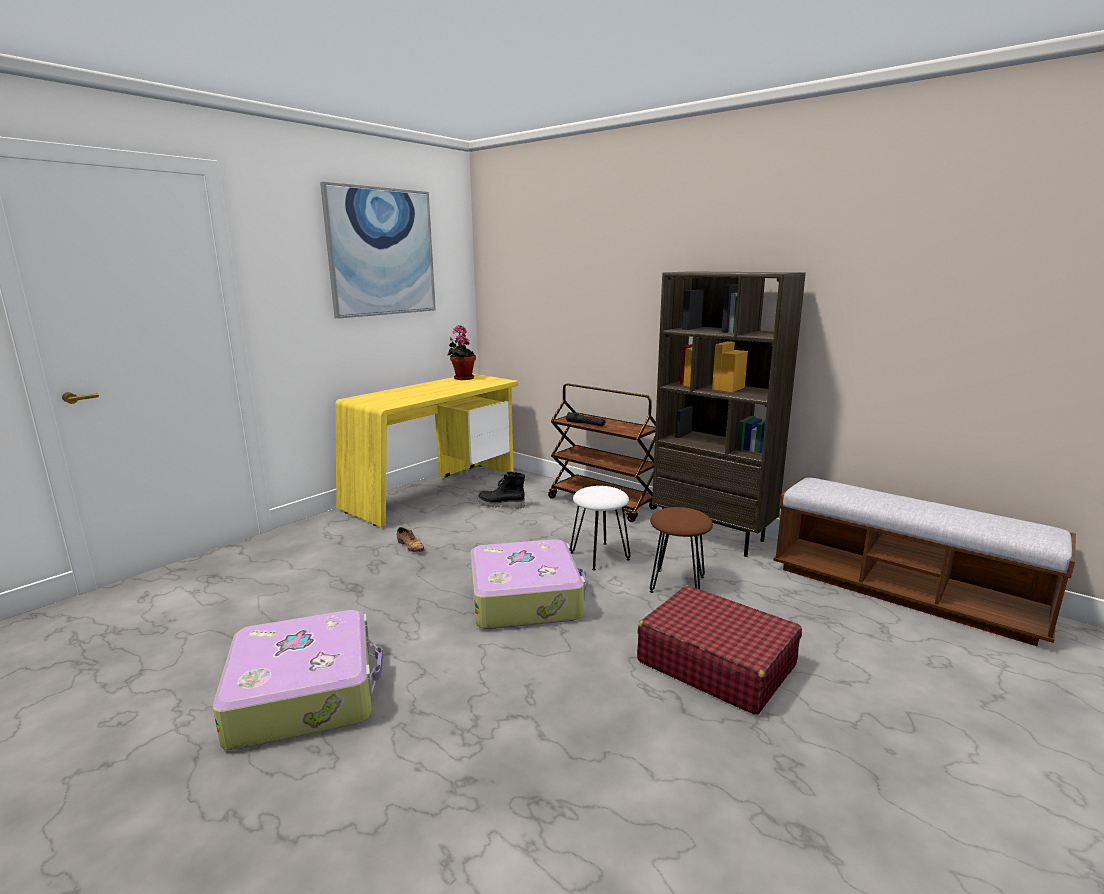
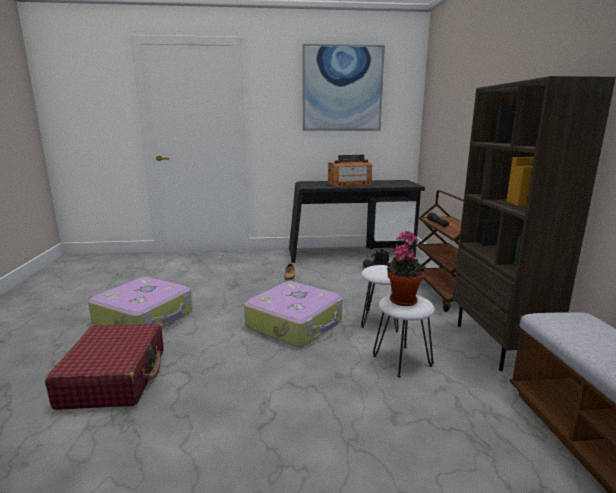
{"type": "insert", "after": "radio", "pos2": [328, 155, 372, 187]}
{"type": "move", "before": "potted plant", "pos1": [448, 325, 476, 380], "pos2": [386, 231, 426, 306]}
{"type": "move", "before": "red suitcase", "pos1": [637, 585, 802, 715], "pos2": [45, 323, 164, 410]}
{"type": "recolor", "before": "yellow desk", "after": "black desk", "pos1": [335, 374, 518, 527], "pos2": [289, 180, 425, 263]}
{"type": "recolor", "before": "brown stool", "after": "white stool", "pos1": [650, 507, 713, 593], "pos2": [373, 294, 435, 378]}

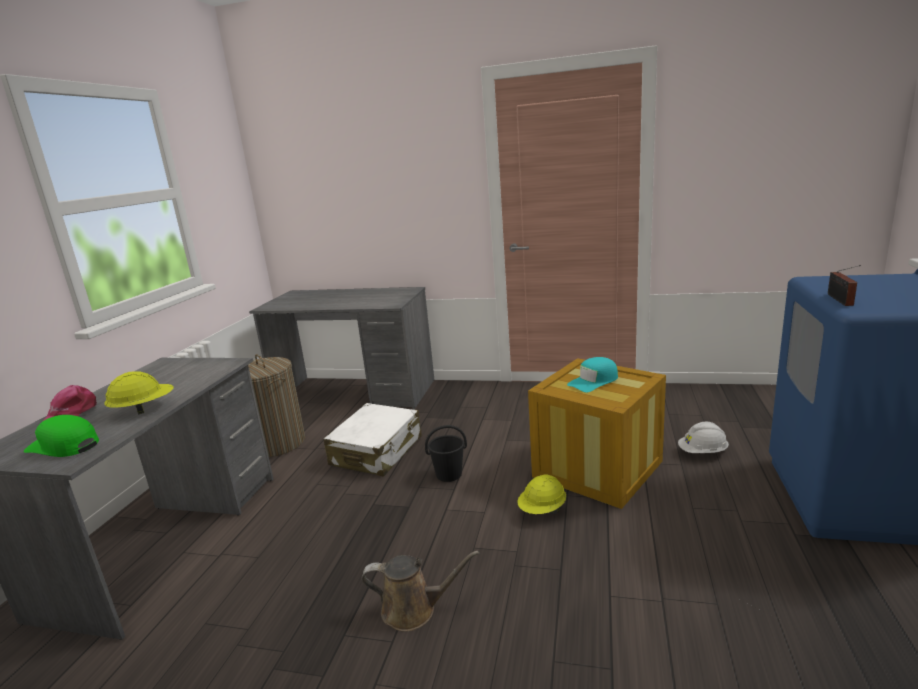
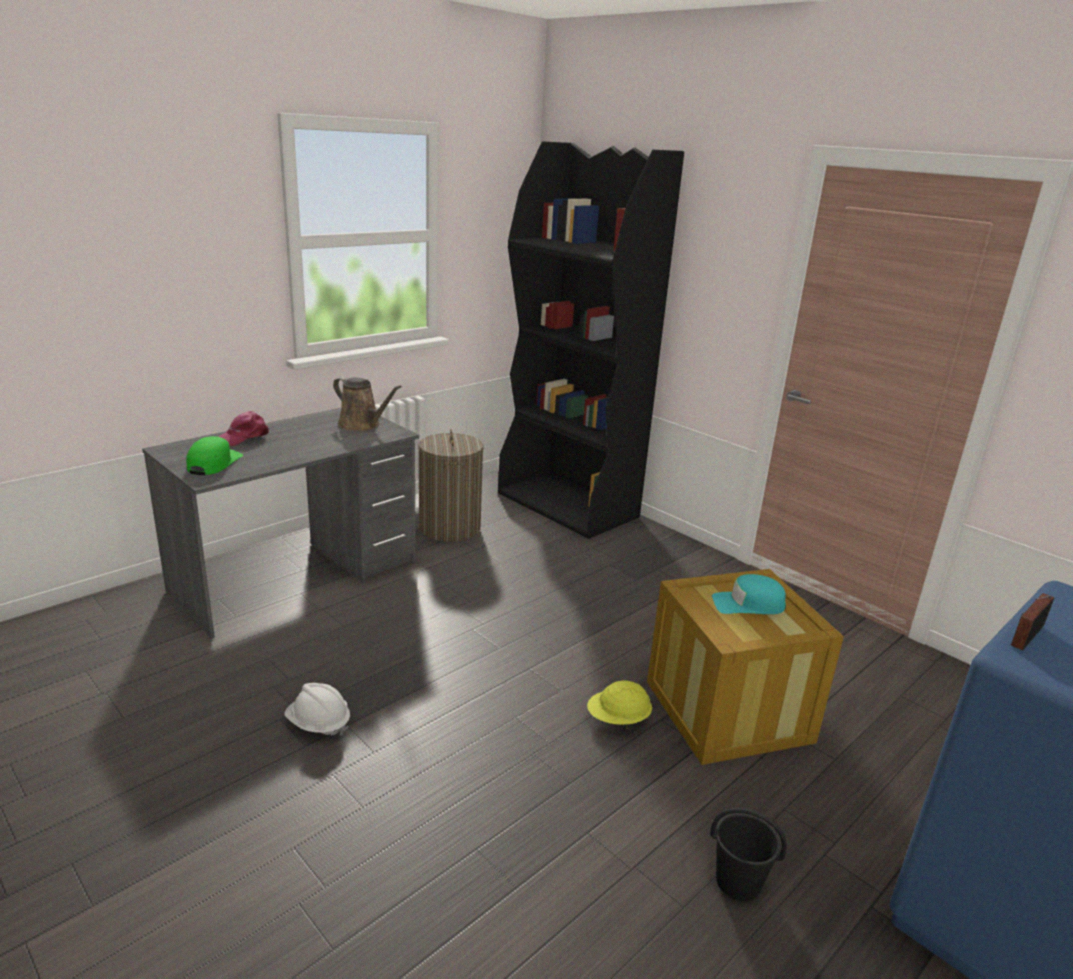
{"type": "delete", "before": "yellow hard hat", "pos1": [104, 371, 174, 415]}
{"type": "delete", "before": "white suitcase", "pos1": [324, 403, 422, 476]}
{"type": "move", "before": "brown watering can", "pos1": [361, 551, 479, 632], "pos2": [333, 377, 402, 431]}
{"type": "move", "before": "black bucket", "pos1": [425, 425, 467, 482], "pos2": [710, 808, 787, 901]}
{"type": "move", "before": "white hard hat", "pos1": [678, 422, 729, 453], "pos2": [285, 683, 350, 735]}
{"type": "replace", "before": "grey desk", "after": "black bookcase", "pos1": [249, 287, 434, 409], "pos2": [498, 141, 684, 539]}
{"type": "rotate", "before": "green cap", "pos1": [23, 415, 99, 457], "pos2": [186, 436, 243, 475], "turn": 45}

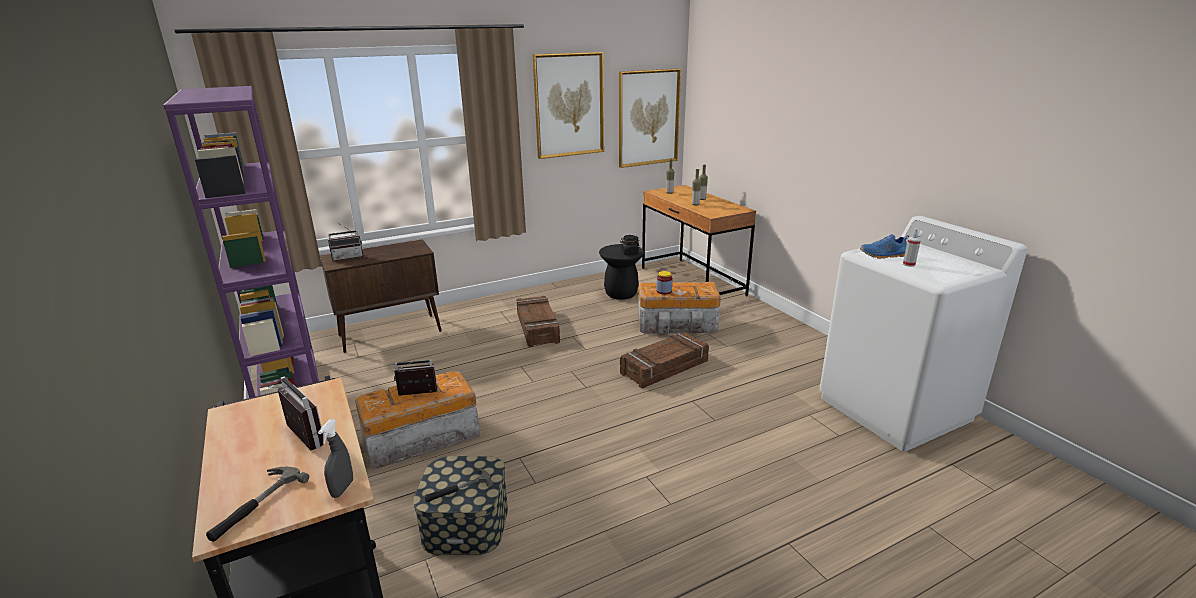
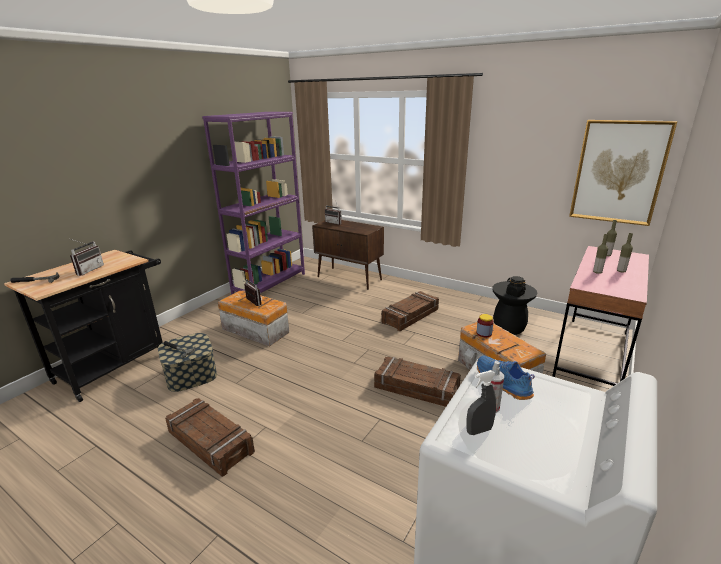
{"type": "delete", "before": "picture", "pos1": [532, 52, 604, 159]}
{"type": "insert", "after": "crate", "pos2": [165, 398, 255, 477]}
{"type": "move", "before": "grey spray bottle", "pos1": [318, 419, 353, 498], "pos2": [467, 370, 496, 435]}
{"type": "recolor", "before": "brown desk", "after": "pink desk", "pos1": [642, 185, 756, 296], "pos2": [552, 246, 649, 386]}

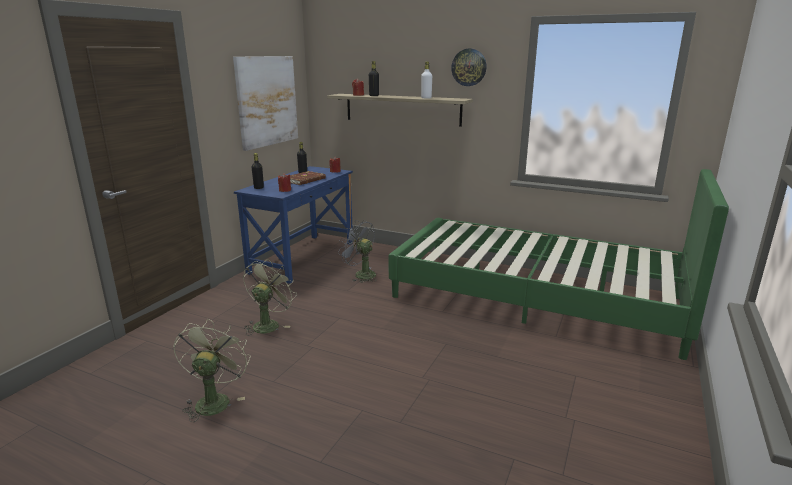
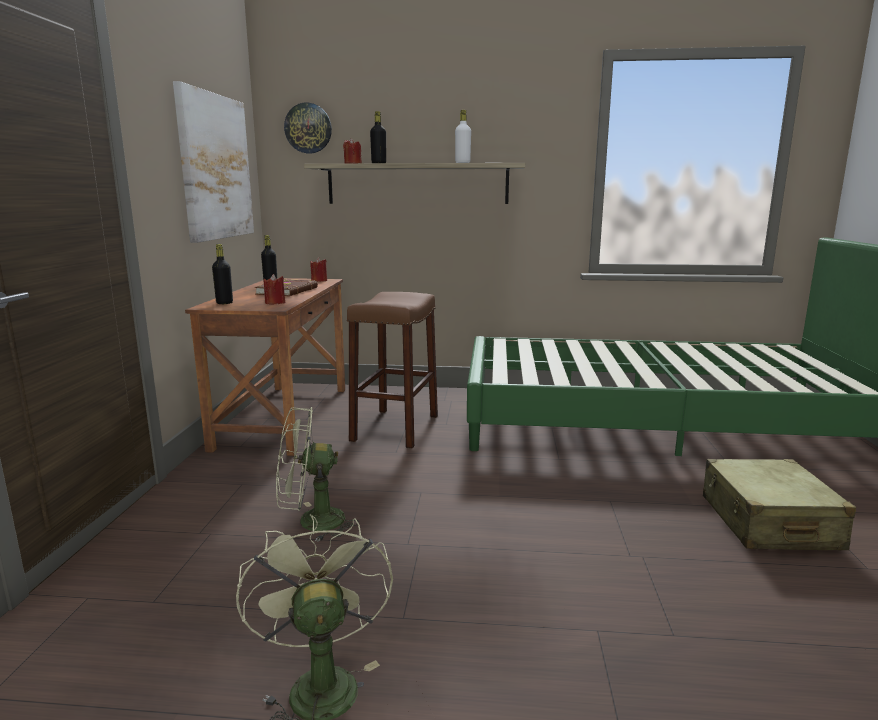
{"type": "insert", "after": "beige suitcase", "pos2": [703, 459, 856, 550]}
{"type": "move", "before": "wall clock", "pos1": [451, 49, 487, 86], "pos2": [284, 103, 332, 154]}
{"type": "replace", "before": "grey fan", "after": "brown stool", "pos1": [338, 220, 376, 283], "pos2": [347, 292, 438, 448]}
{"type": "recolor", "before": "blue desk", "after": "brown desk", "pos1": [234, 166, 353, 284], "pos2": [185, 278, 345, 456]}
{"type": "rotate", "before": "green fan", "pos1": [243, 259, 297, 336], "pos2": [276, 407, 359, 542], "turn": -105}

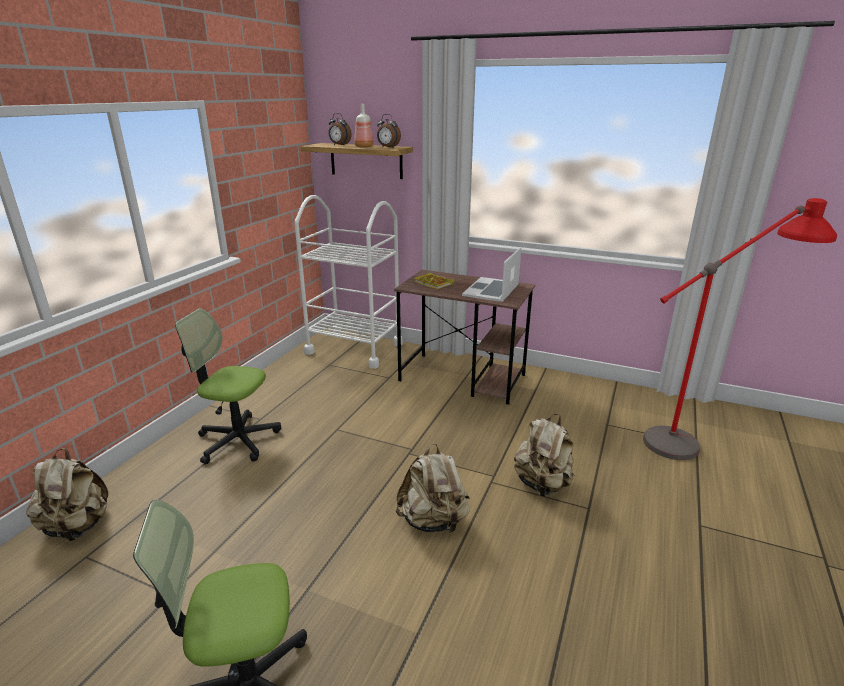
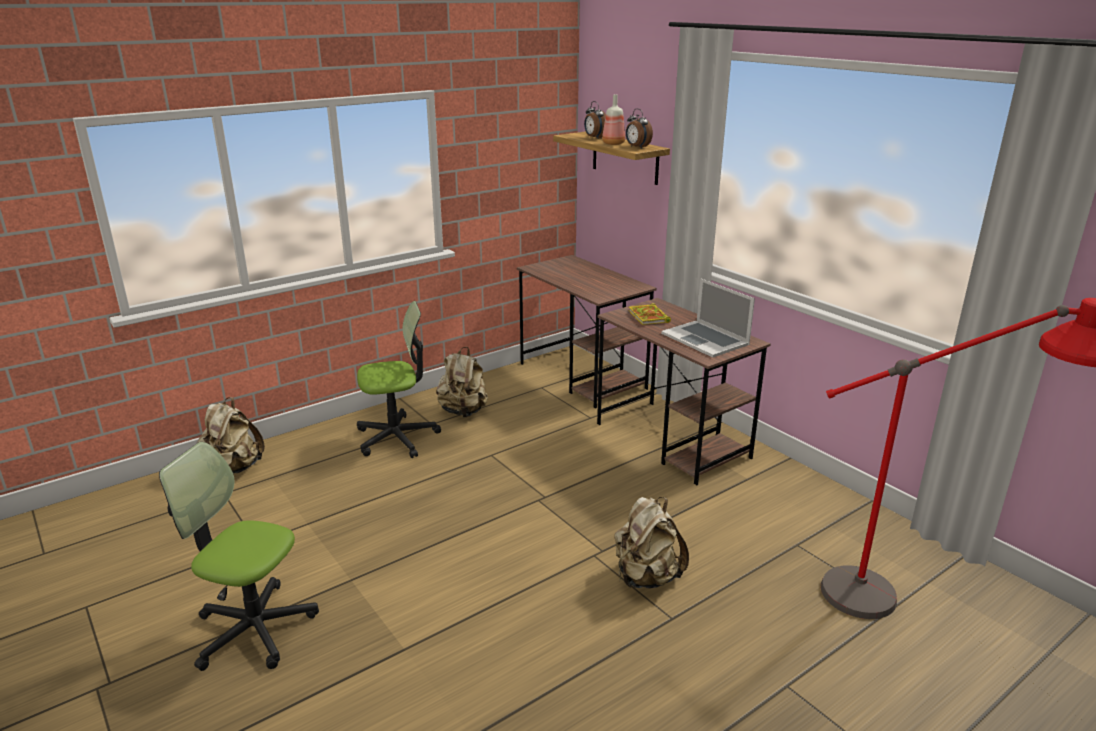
{"type": "move", "before": "beige backpack", "pos1": [396, 443, 470, 533], "pos2": [436, 346, 488, 418]}
{"type": "replace", "before": "white cart", "after": "brown desk", "pos1": [294, 195, 403, 369], "pos2": [517, 255, 657, 409]}
{"type": "rotate", "before": "office chair", "pos1": [175, 308, 281, 464], "pos2": [357, 301, 441, 458], "turn": 120}
{"type": "rotate", "before": "laptop", "pos1": [462, 247, 521, 302], "pos2": [661, 278, 755, 357], "turn": -90}

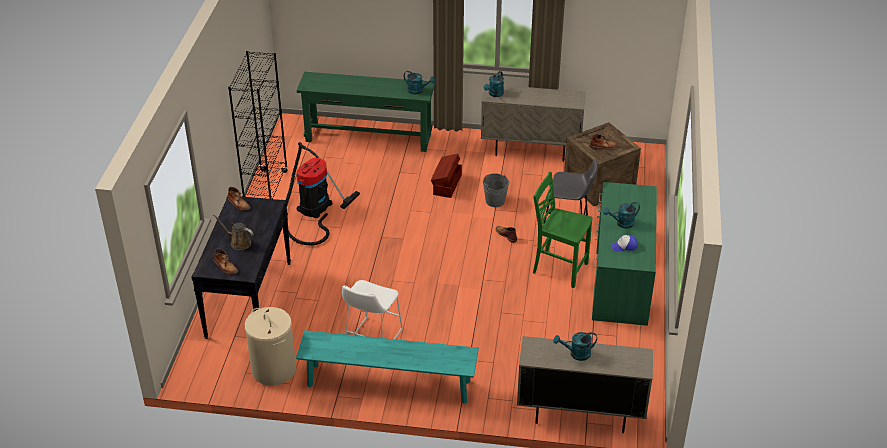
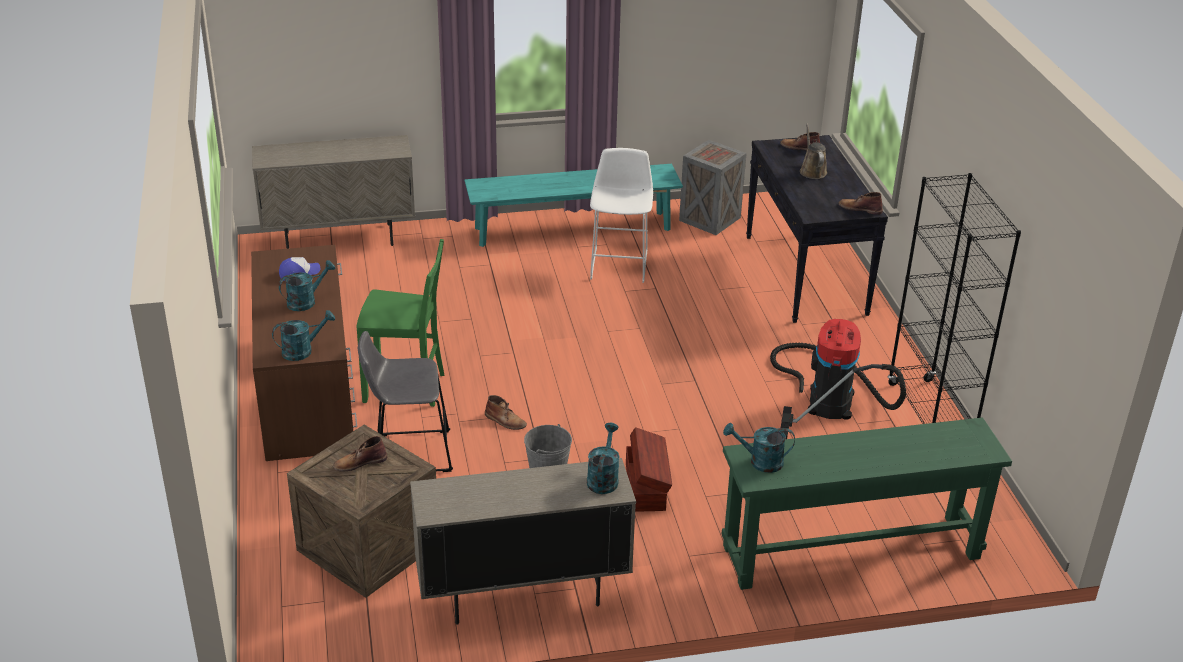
{"type": "move", "before": "turquoise watering can", "pos1": [553, 332, 597, 361], "pos2": [272, 310, 335, 361]}
{"type": "replace", "before": "beige laundry basket", "after": "crate", "pos1": [244, 307, 296, 386], "pos2": [679, 140, 747, 235]}
{"type": "recolor", "before": "green desk", "after": "brown desk", "pos1": [592, 182, 657, 326], "pos2": [251, 245, 357, 461]}
{"type": "rotate", "before": "brown watering can", "pos1": [213, 215, 253, 250], "pos2": [800, 123, 827, 179], "turn": -105}

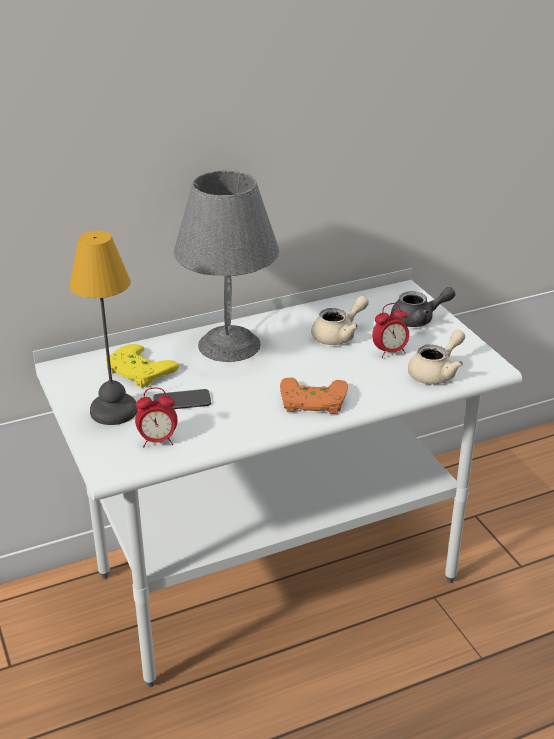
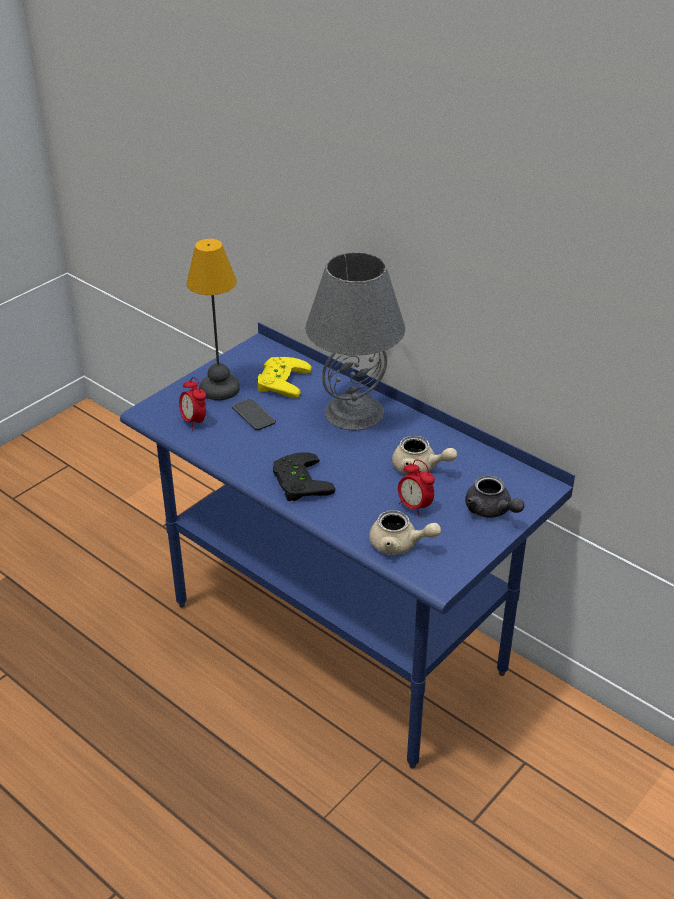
{"type": "recolor", "before": "white desk", "after": "blue desk", "pos1": [33, 268, 522, 687], "pos2": [120, 322, 575, 768]}
{"type": "recolor", "before": "orange game controller", "after": "black game controller", "pos1": [280, 378, 348, 414], "pos2": [273, 452, 336, 501]}

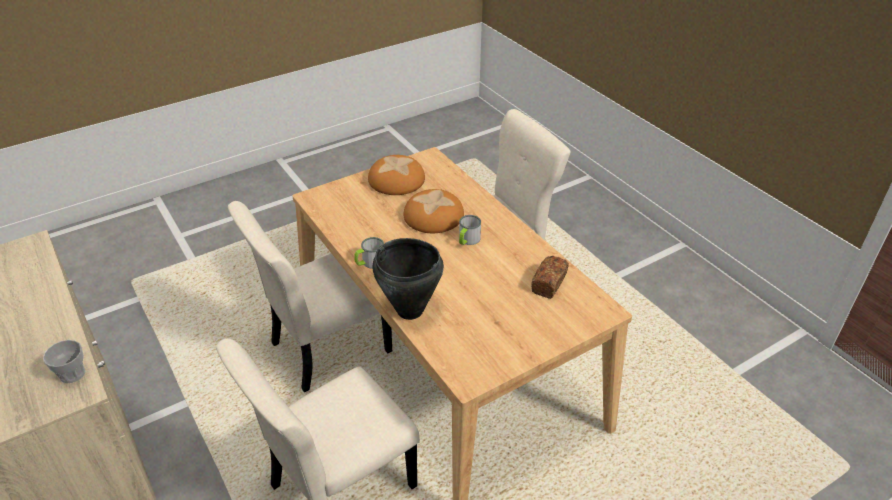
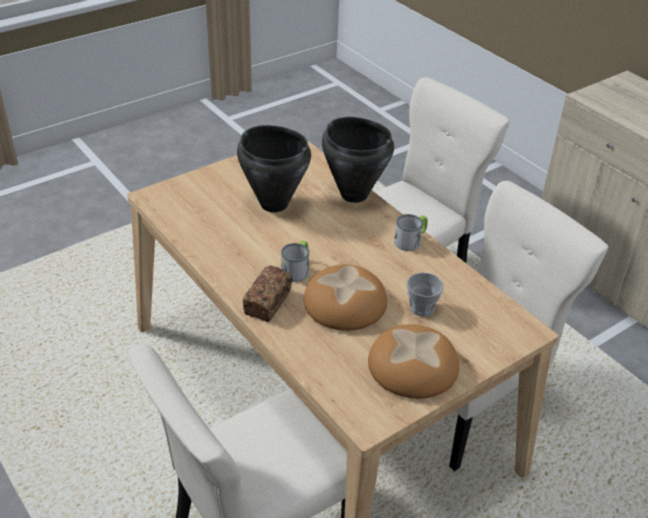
{"type": "insert", "after": "black cooking pot", "pos2": [237, 125, 311, 212]}
{"type": "move", "before": "cup", "pos1": [43, 340, 85, 383], "pos2": [407, 272, 444, 317]}
{"type": "move", "before": "bread", "pos1": [531, 256, 569, 299], "pos2": [243, 266, 292, 322]}

